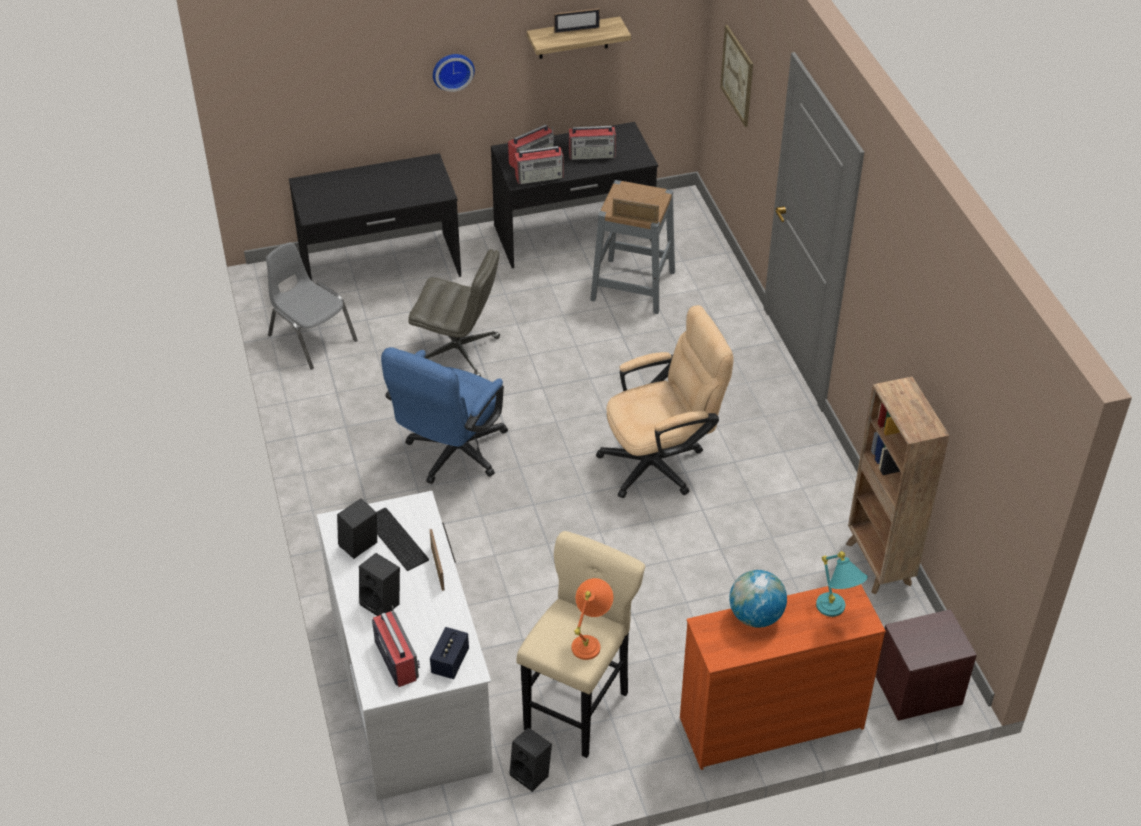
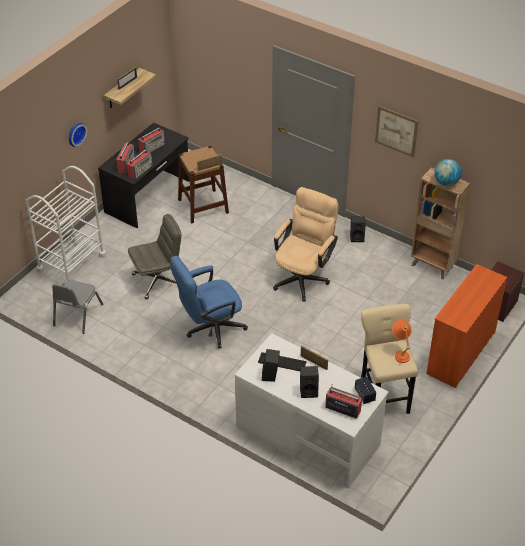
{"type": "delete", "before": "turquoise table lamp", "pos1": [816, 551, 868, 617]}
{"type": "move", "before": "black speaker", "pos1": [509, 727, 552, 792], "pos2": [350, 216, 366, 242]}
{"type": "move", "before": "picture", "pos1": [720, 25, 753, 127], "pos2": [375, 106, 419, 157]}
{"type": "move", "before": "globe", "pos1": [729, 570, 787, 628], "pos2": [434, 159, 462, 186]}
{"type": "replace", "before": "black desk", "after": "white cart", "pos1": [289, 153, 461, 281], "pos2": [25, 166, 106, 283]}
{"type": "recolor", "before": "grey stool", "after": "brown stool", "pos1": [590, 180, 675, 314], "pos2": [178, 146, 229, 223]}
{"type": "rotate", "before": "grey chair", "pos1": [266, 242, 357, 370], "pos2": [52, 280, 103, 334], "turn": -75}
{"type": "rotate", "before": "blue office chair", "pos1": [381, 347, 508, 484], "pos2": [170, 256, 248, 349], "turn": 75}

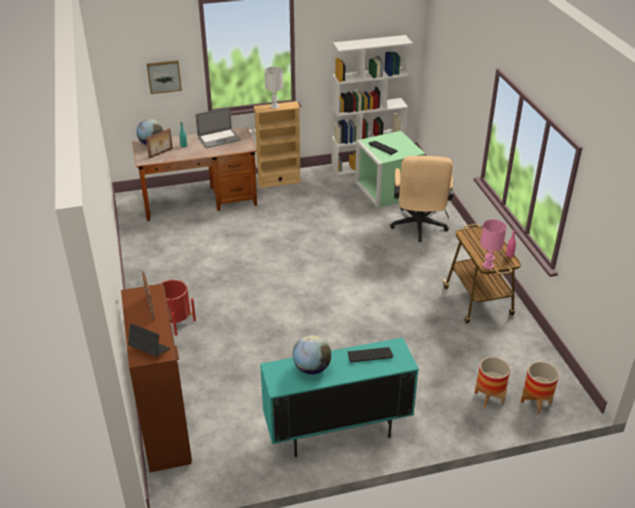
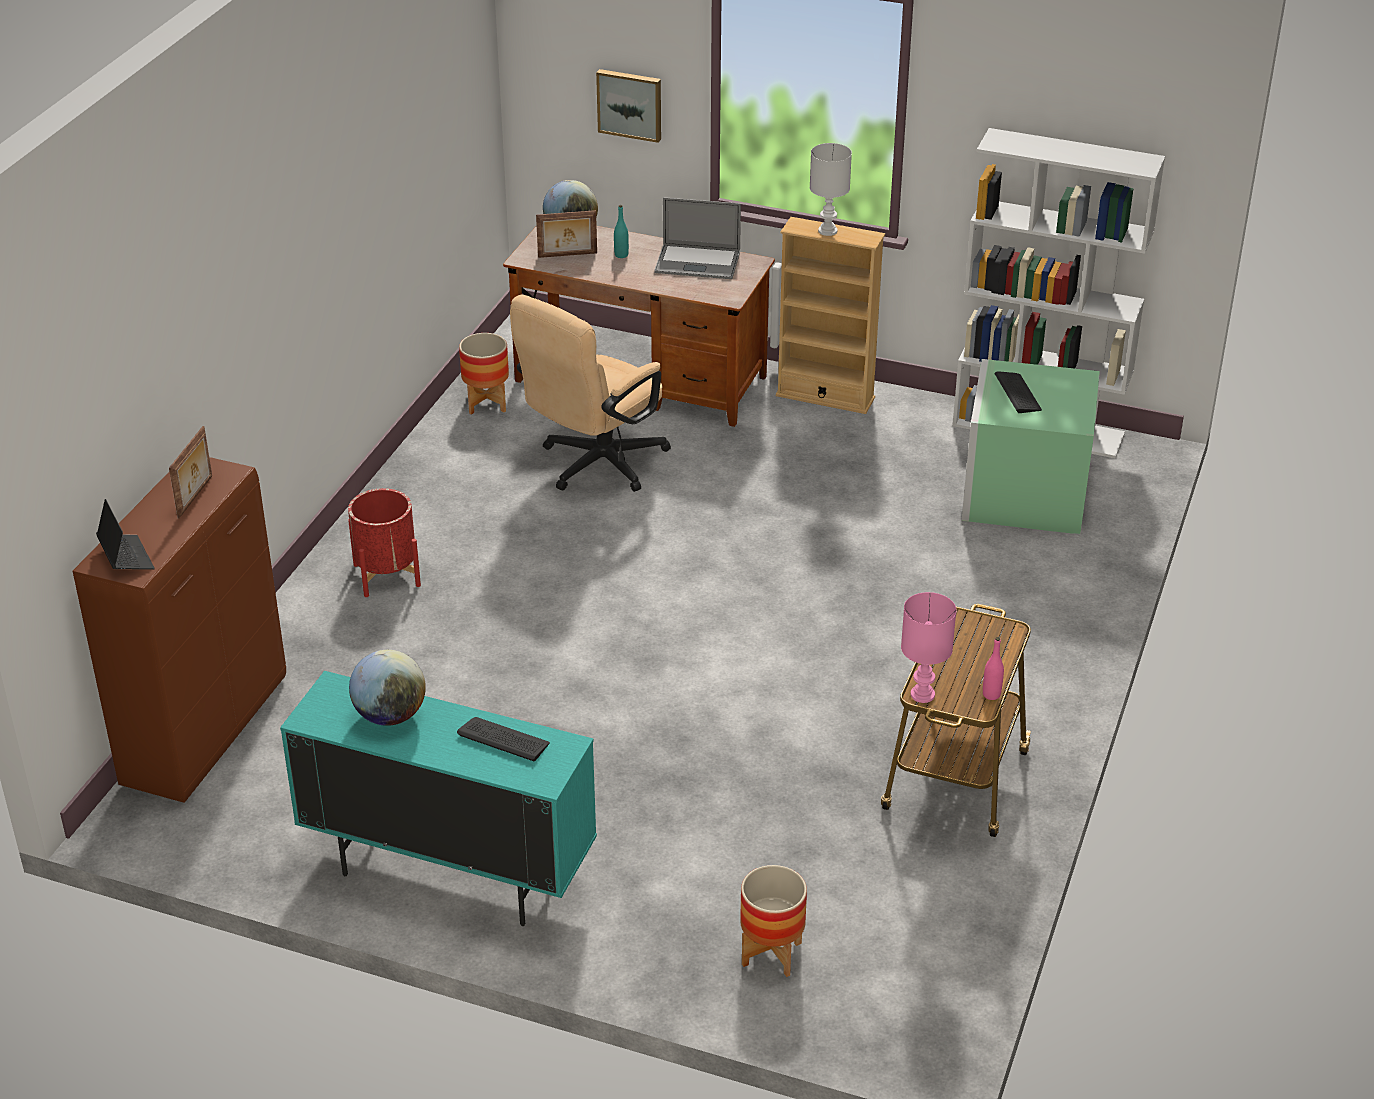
{"type": "move", "before": "beige office chair", "pos1": [390, 156, 453, 242], "pos2": [510, 295, 671, 492]}
{"type": "move", "before": "planter", "pos1": [521, 362, 559, 414], "pos2": [459, 333, 509, 415]}

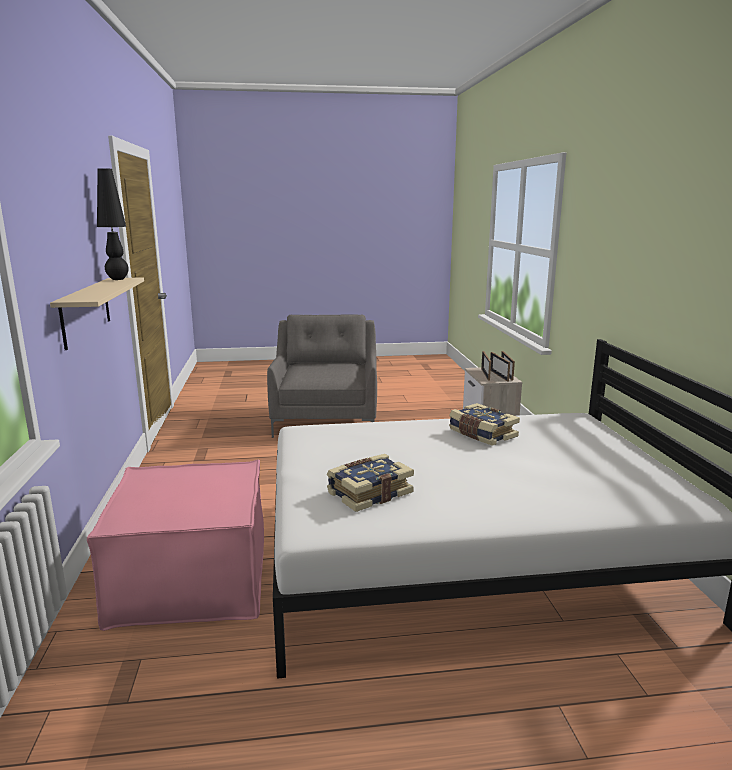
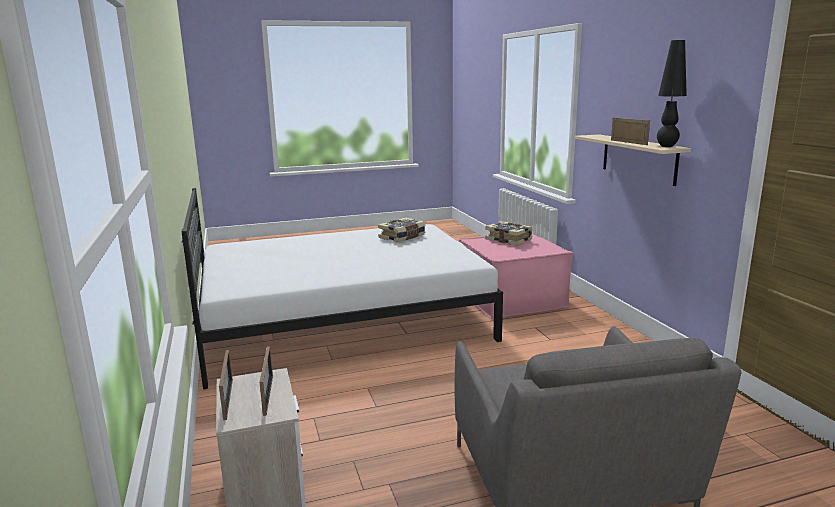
{"type": "move", "before": "book", "pos1": [449, 403, 520, 446], "pos2": [485, 221, 533, 246]}
{"type": "move", "before": "picture frame", "pos1": [490, 352, 510, 382], "pos2": [611, 117, 650, 145]}

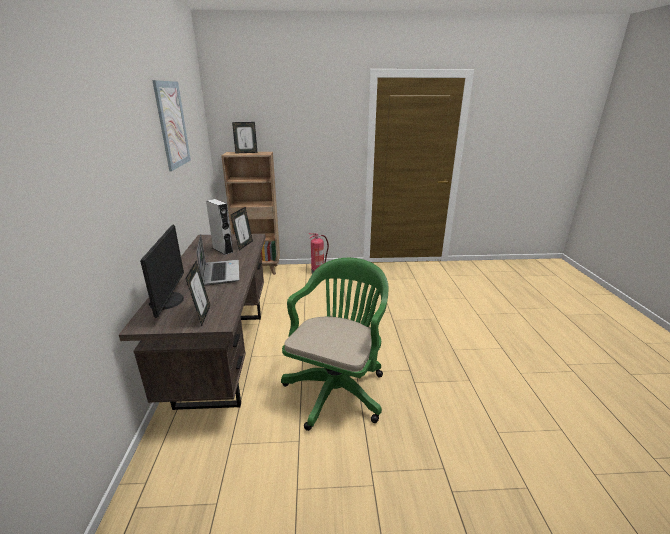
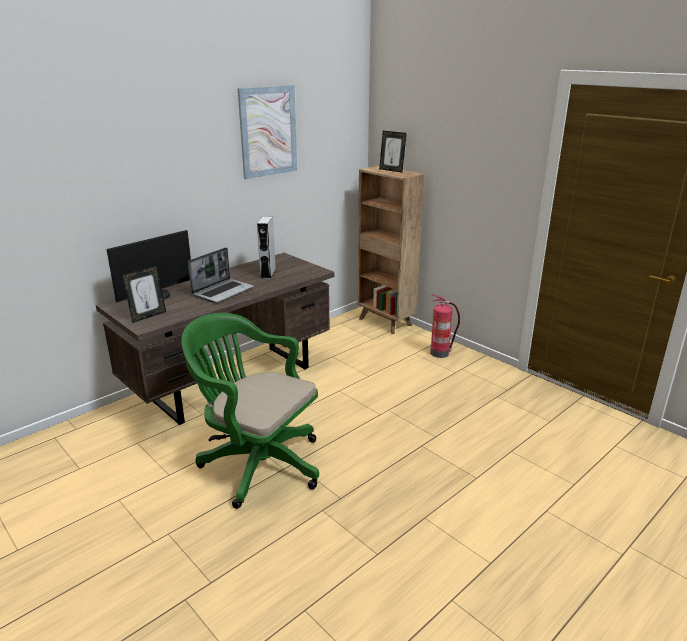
{"type": "delete", "before": "picture frame", "pos1": [231, 207, 253, 250]}
{"type": "rotate", "before": "green office chair", "pos1": [281, 258, 388, 431], "pos2": [181, 313, 319, 509], "turn": -135}

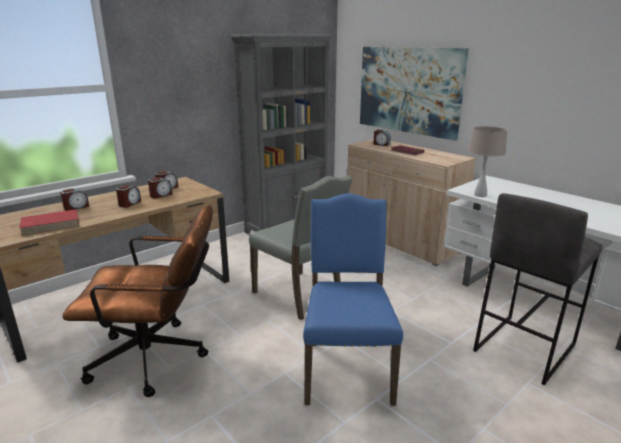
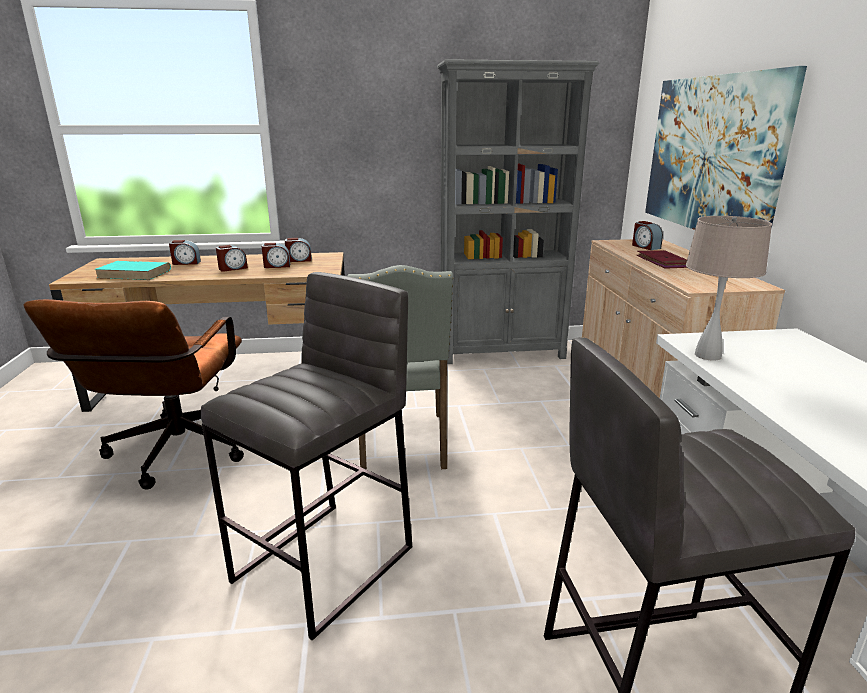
{"type": "replace", "before": "blue chair", "after": "grey stool", "pos1": [303, 193, 403, 406], "pos2": [201, 272, 412, 641]}
{"type": "recolor", "before": "red book", "after": "turquoise book", "pos1": [19, 209, 79, 236], "pos2": [94, 261, 171, 280]}
{"type": "rotate", "before": "brown office chair", "pos1": [62, 205, 213, 397], "pos2": [23, 299, 244, 489], "turn": 60}

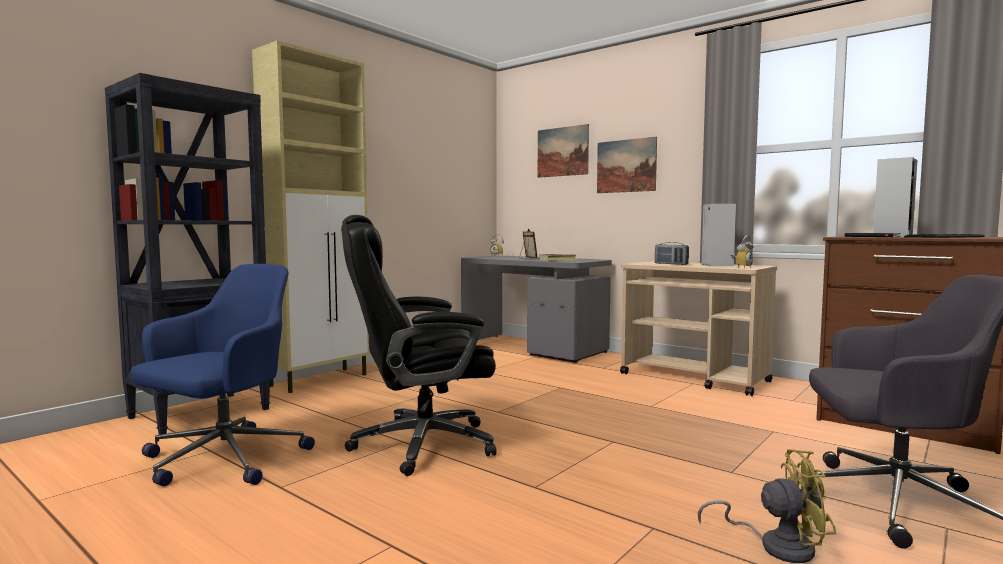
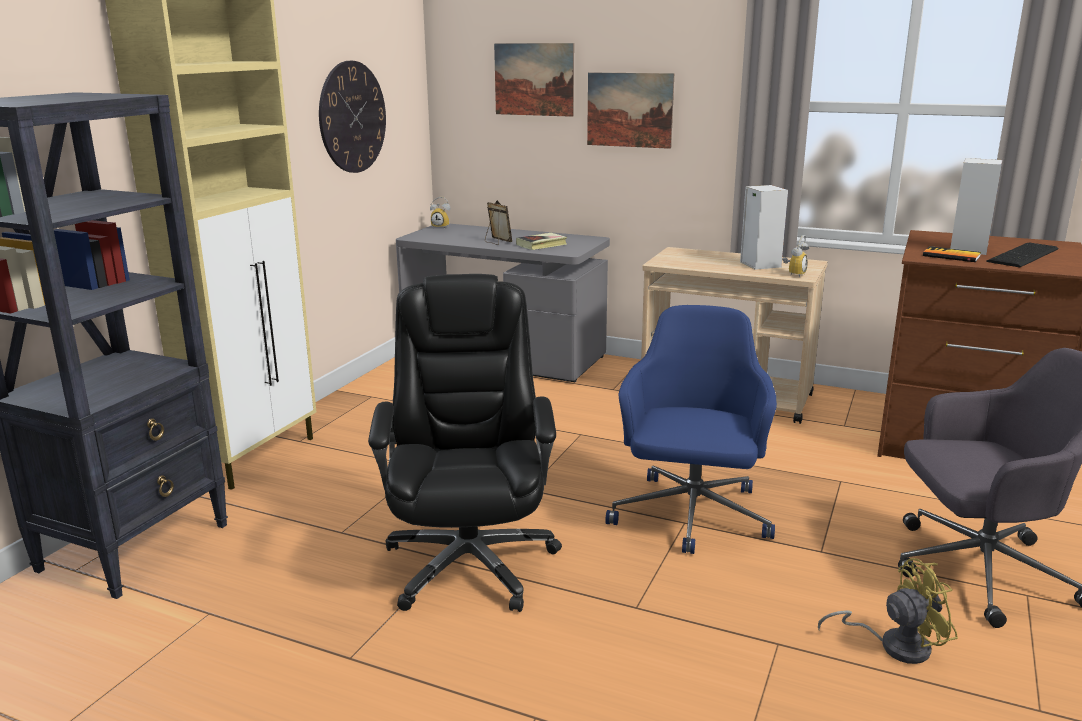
{"type": "delete", "before": "radio", "pos1": [655, 242, 689, 265]}
{"type": "insert", "after": "wall clock", "pos2": [319, 61, 386, 173]}
{"type": "move", "before": "blue office chair", "pos1": [130, 264, 315, 486], "pos2": [606, 305, 777, 554]}
{"type": "rotate", "before": "black office chair", "pos1": [341, 215, 497, 476], "pos2": [368, 274, 562, 612], "turn": 120}

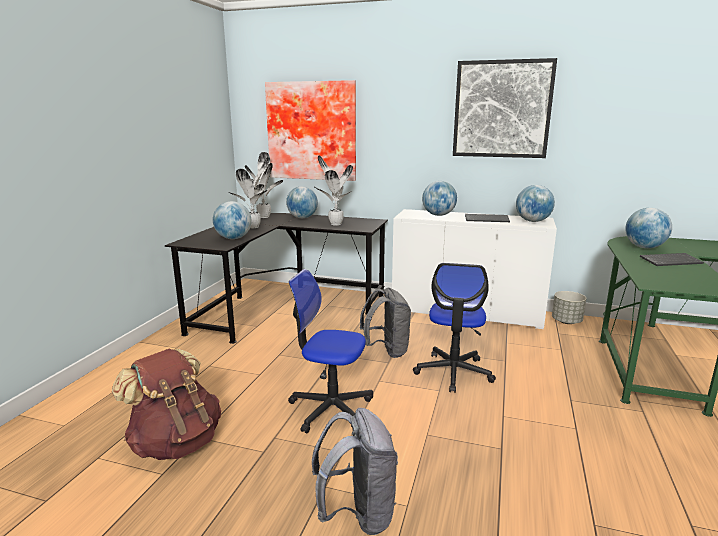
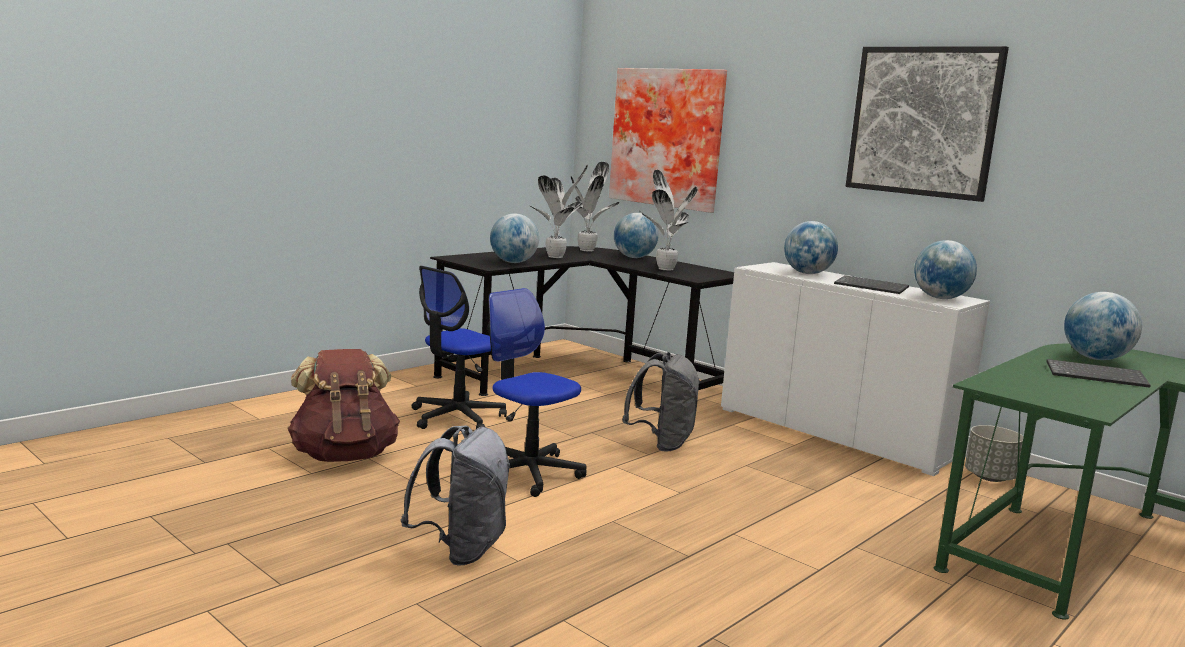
{"type": "move", "before": "office chair", "pos1": [413, 263, 496, 393], "pos2": [412, 266, 507, 429]}

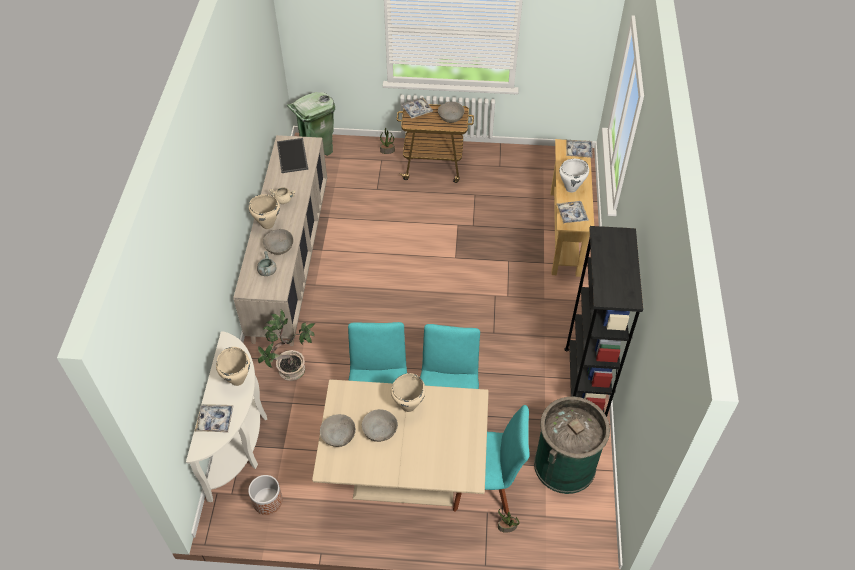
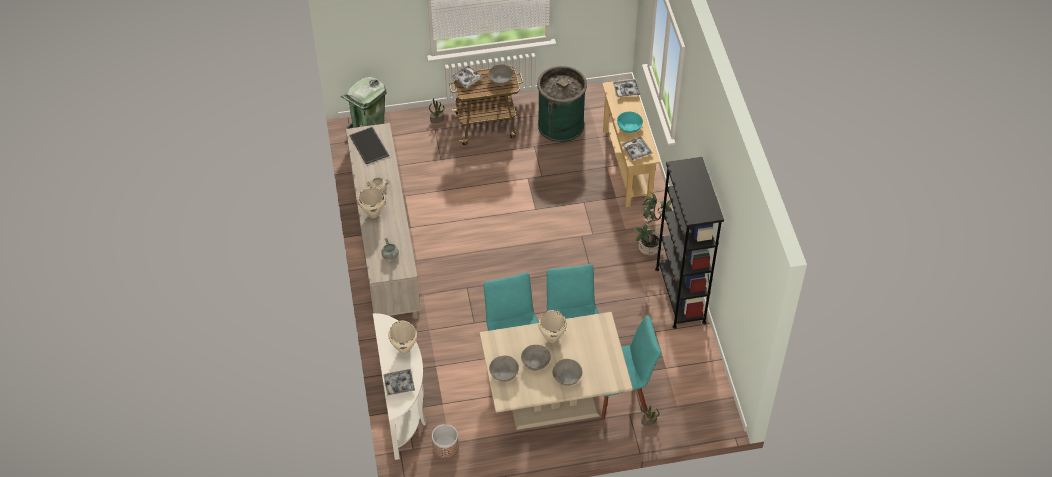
{"type": "move", "before": "potted plant", "pos1": [258, 310, 315, 381], "pos2": [634, 193, 672, 255]}
{"type": "move", "before": "grey bowl", "pos1": [263, 229, 294, 255], "pos2": [552, 359, 582, 386]}
{"type": "move", "before": "green trash can", "pos1": [534, 397, 610, 494], "pos2": [537, 66, 587, 142]}
{"type": "replace", "before": "white cooking pot", "after": "turquoise bowl", "pos1": [559, 159, 589, 193], "pos2": [617, 112, 643, 133]}

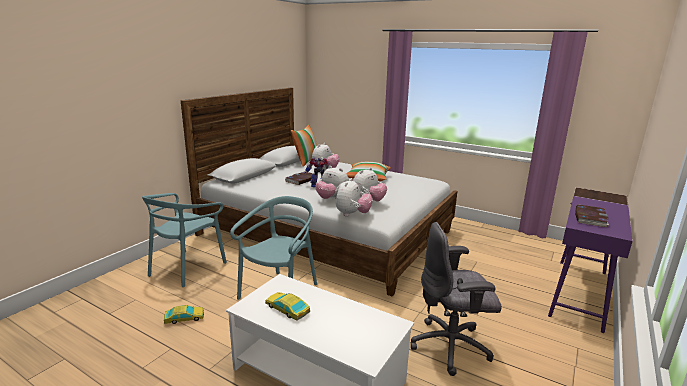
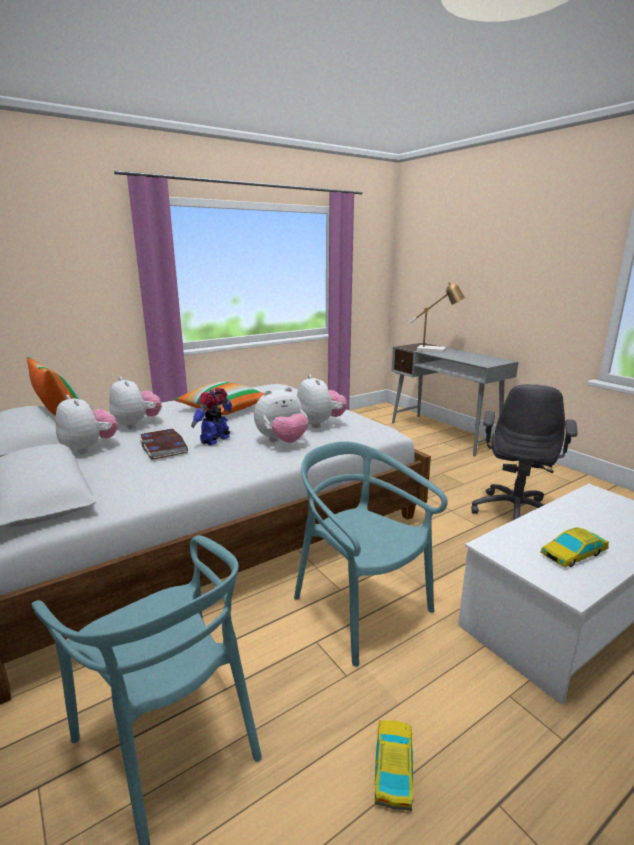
{"type": "delete", "before": "book", "pos1": [575, 204, 609, 227]}
{"type": "insert", "after": "table lamp", "pos2": [409, 282, 465, 353]}
{"type": "move", "before": "plush toy", "pos1": [336, 178, 373, 216], "pos2": [55, 395, 118, 454]}
{"type": "recolor", "before": "purple desk", "after": "grey desk", "pos1": [548, 187, 632, 333], "pos2": [392, 343, 518, 456]}

